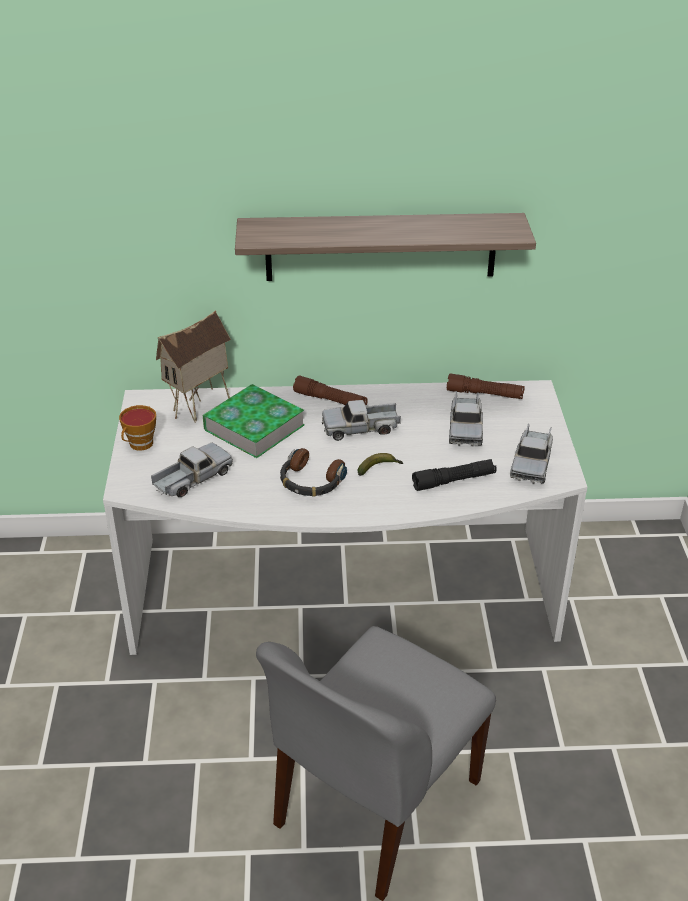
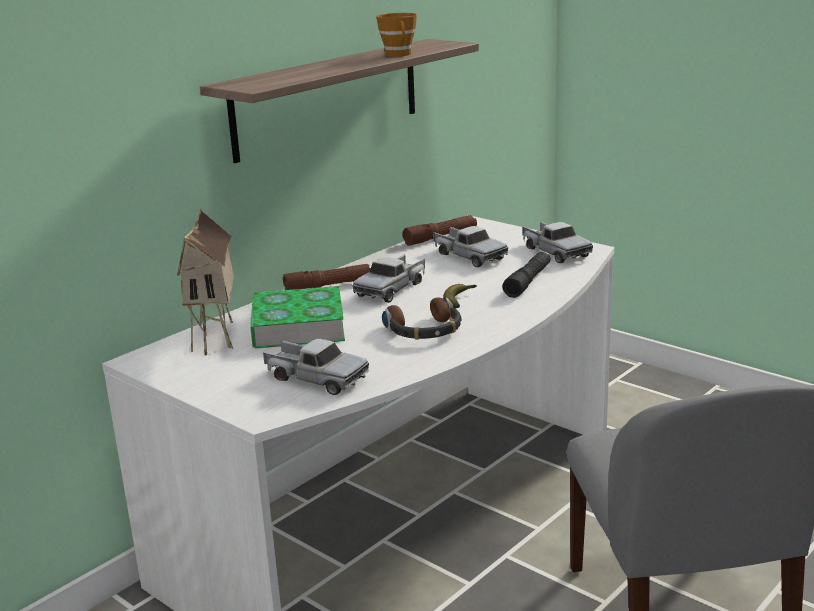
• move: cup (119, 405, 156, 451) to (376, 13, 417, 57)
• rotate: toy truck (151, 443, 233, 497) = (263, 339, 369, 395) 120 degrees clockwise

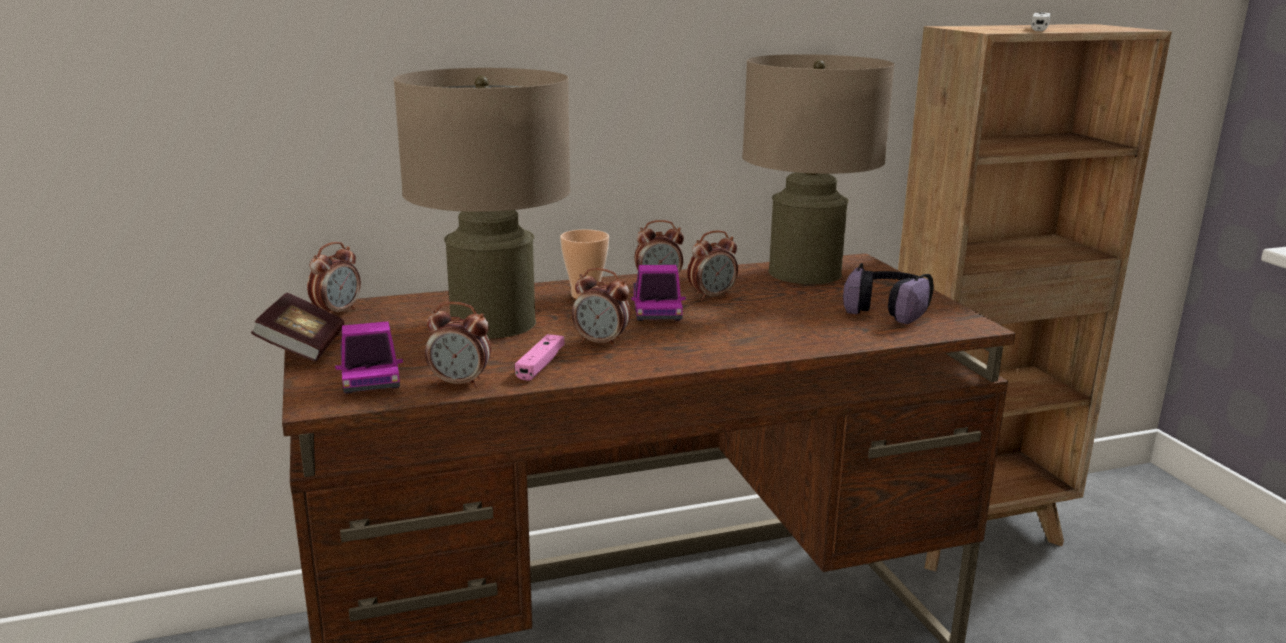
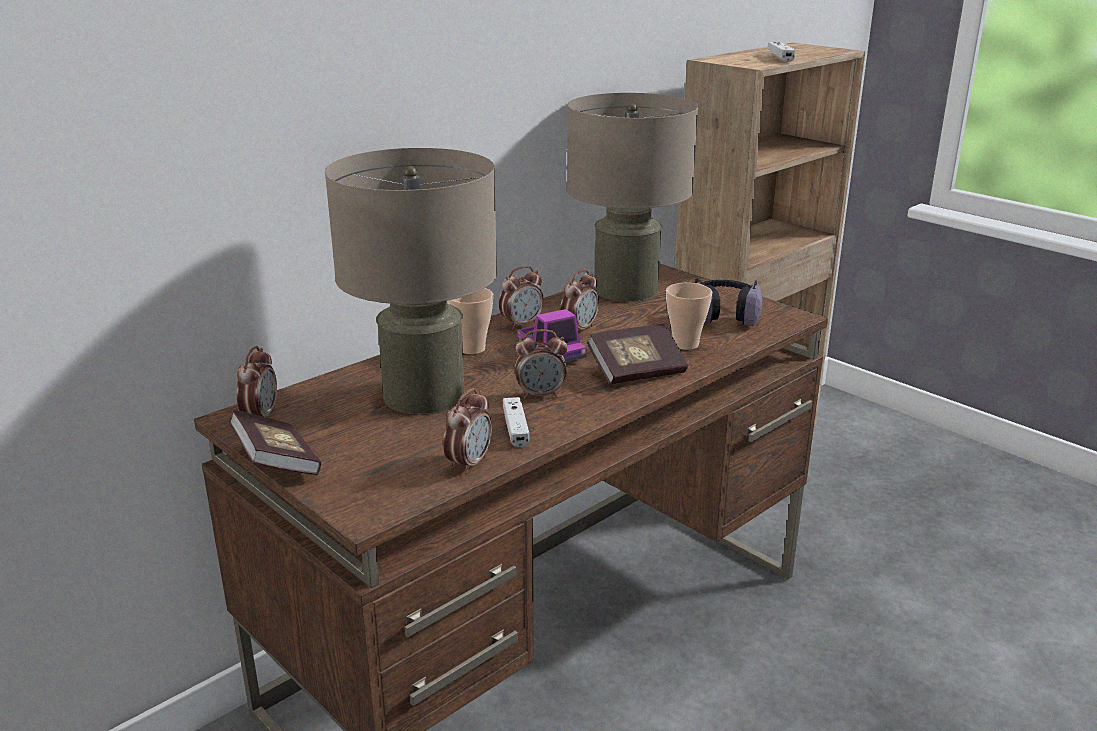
• delete: toy truck (335, 321, 403, 394)
• rotate: alarm clock (425, 302, 491, 388) = (443, 388, 492, 474) 45 degrees counterclockwise
• recolor: pink game controller (515, 334, 565, 381) to white game controller (503, 397, 530, 447)
• insert: book (587, 324, 688, 384)
• insert: cup (666, 283, 712, 350)

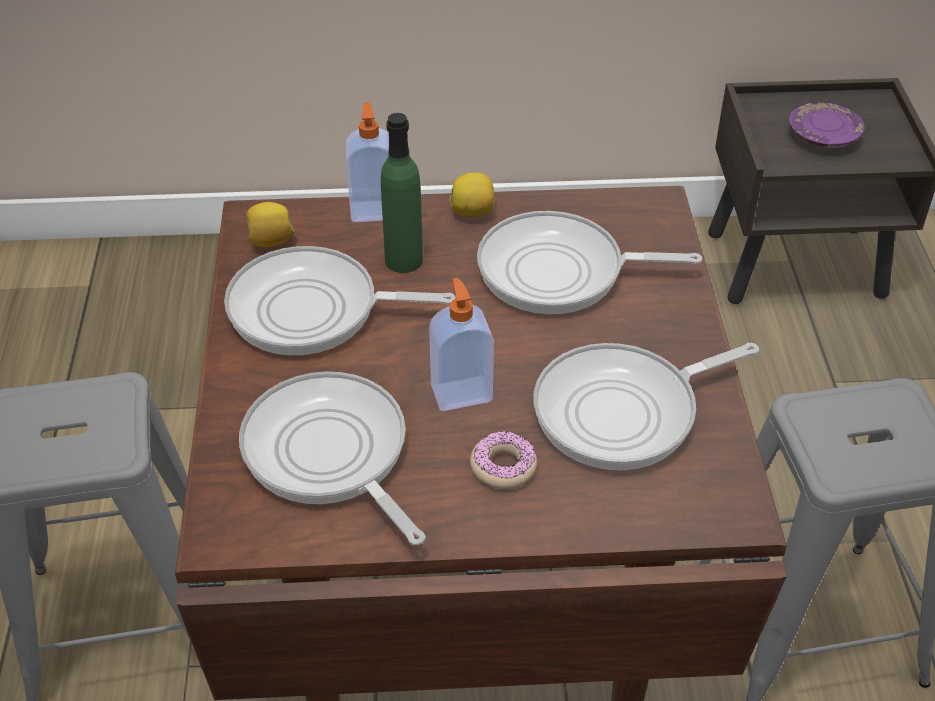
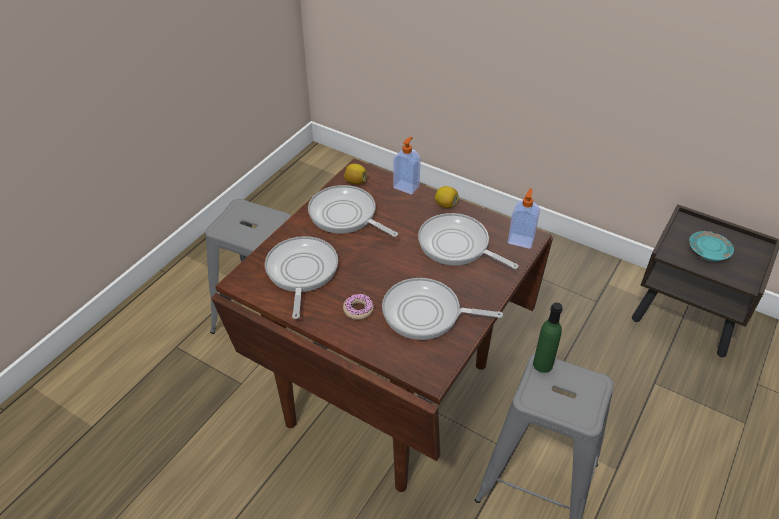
• move: green bottle (381, 113, 423, 273) to (533, 302, 563, 373)
• move: soap dispenser (429, 278, 494, 411) to (508, 188, 540, 249)
• recolor: purple plate (789, 103, 865, 149) to turquoise plate (689, 231, 734, 262)

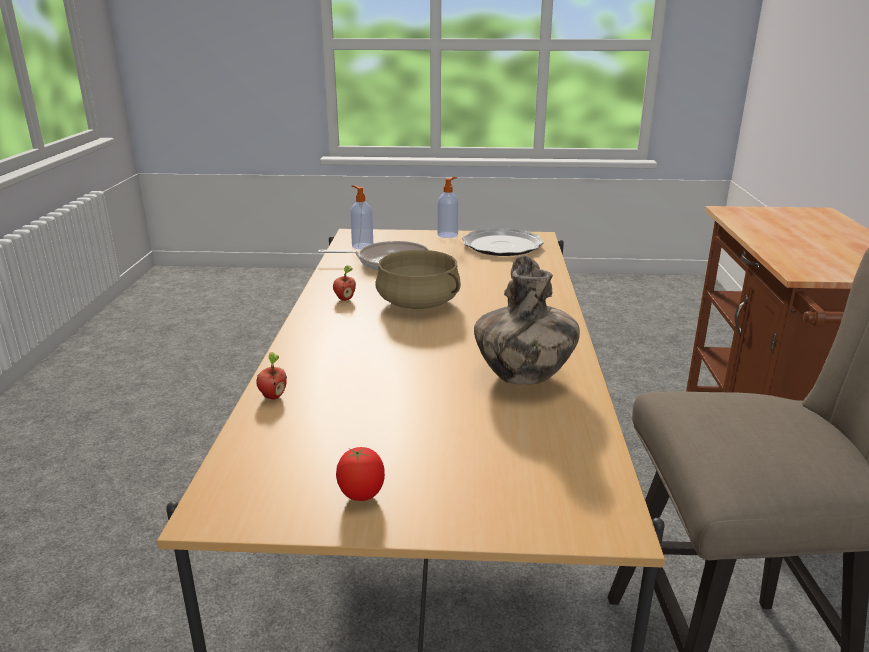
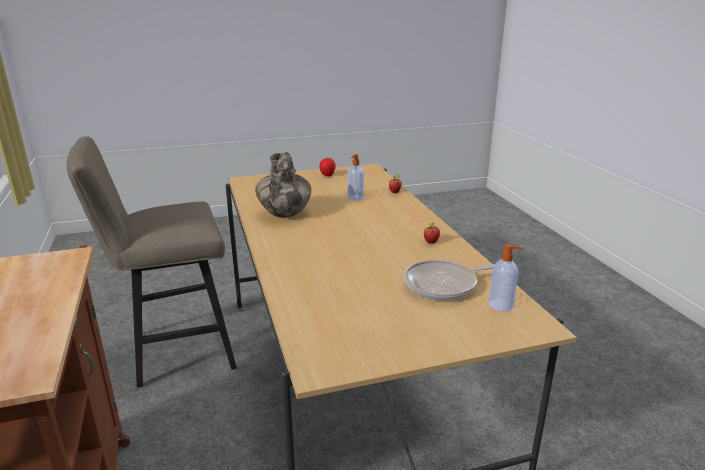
• delete: beige cooking pot (375, 250, 461, 309)
• move: soap dispenser (437, 177, 459, 238) to (348, 154, 364, 201)
• delete: plate (462, 228, 544, 256)

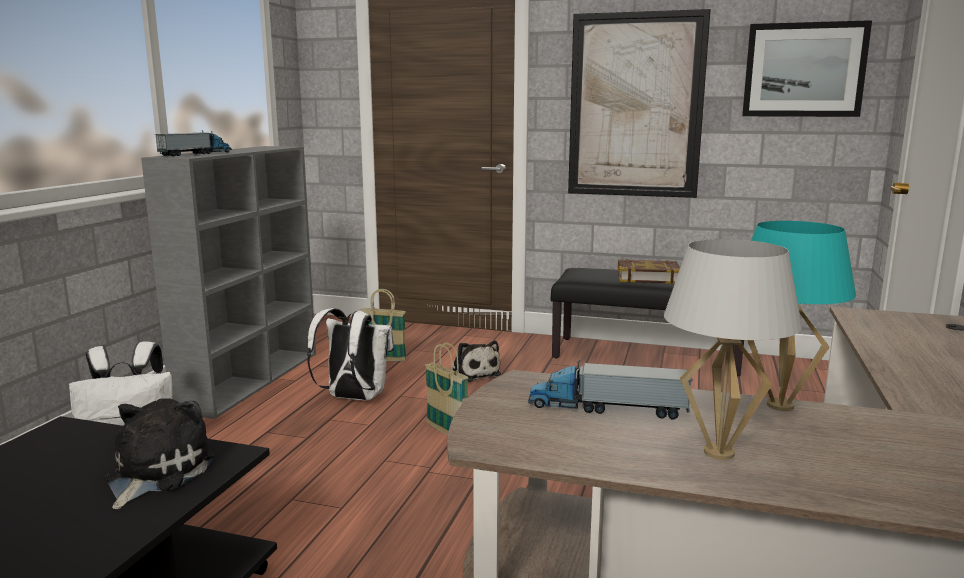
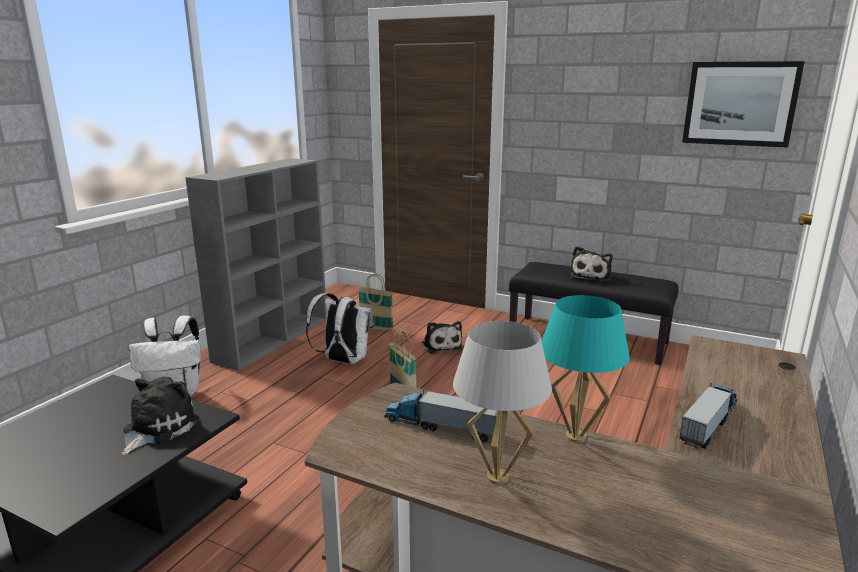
• move: toy truck (155, 131, 232, 156) to (679, 383, 738, 449)
• delete: picture (568, 9, 711, 198)
• replace: book (618, 259, 680, 284) to plush toy (570, 246, 613, 281)

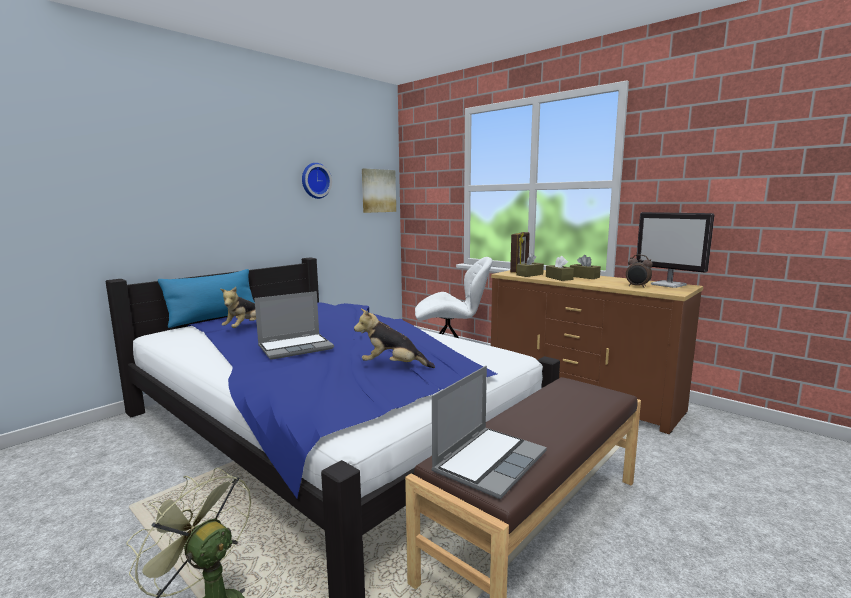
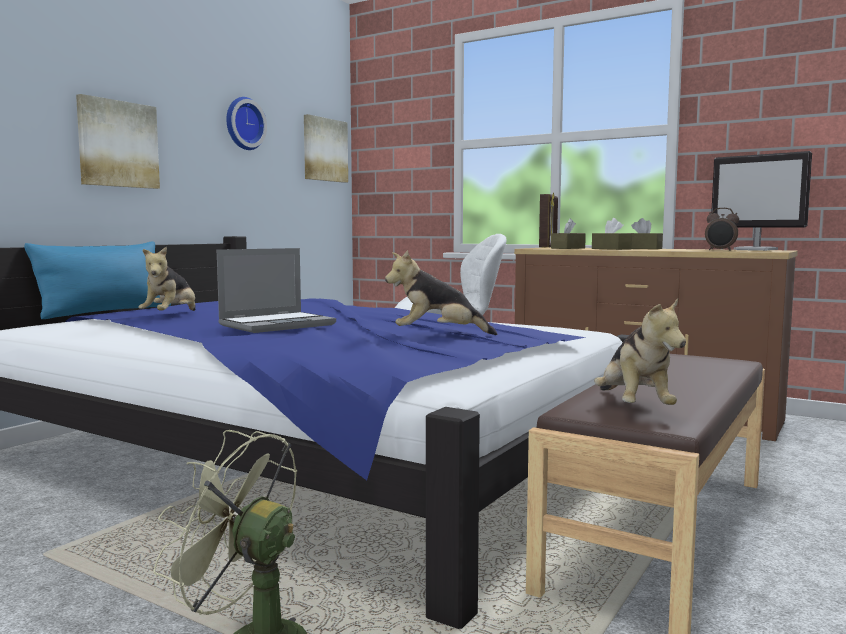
• replace: laptop (431, 366, 547, 499) to plush toy (594, 298, 686, 405)
• insert: picture (76, 94, 160, 189)

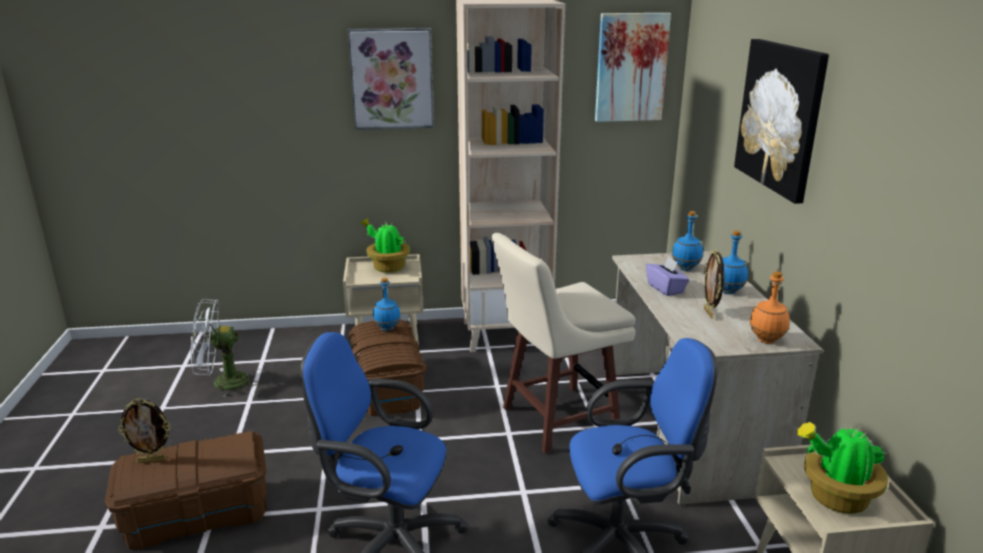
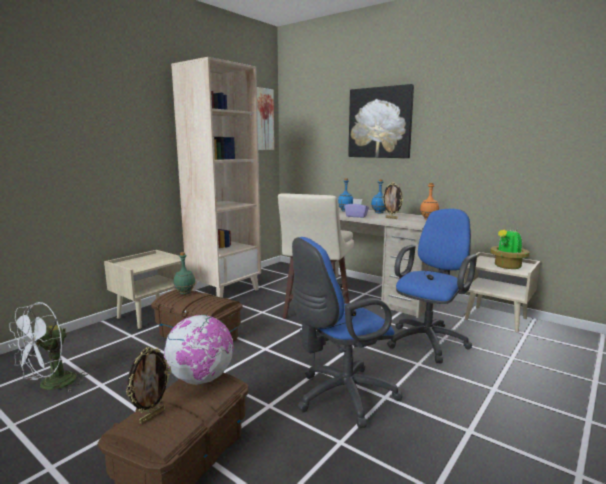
• delete: picture (348, 28, 434, 130)
• delete: potted plant (360, 218, 410, 273)
• recolor: blue bottle (373, 278, 401, 331) to green bottle (174, 252, 195, 294)
• insert: globe (164, 315, 234, 385)

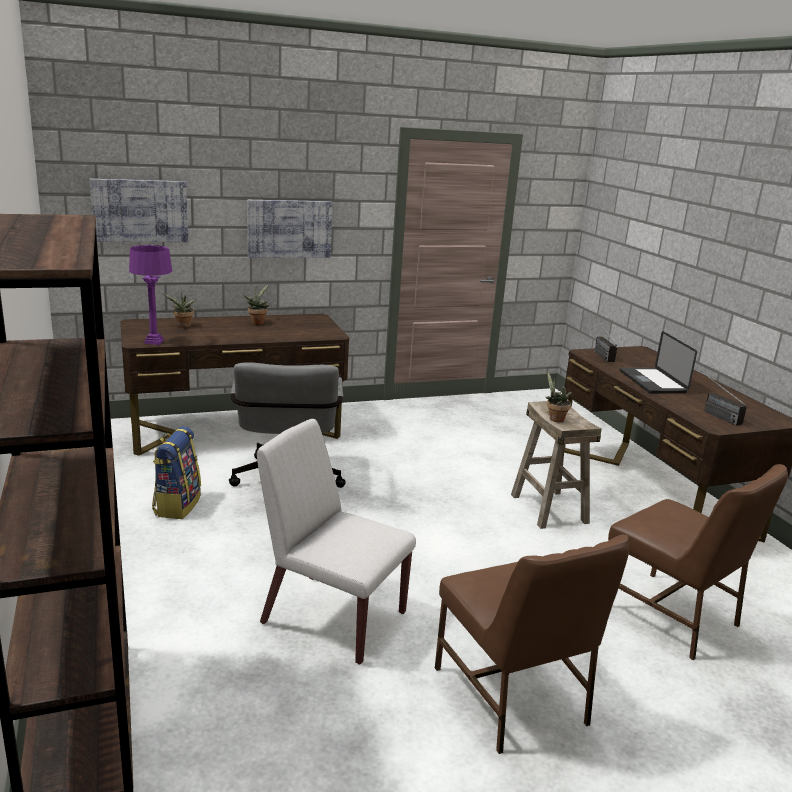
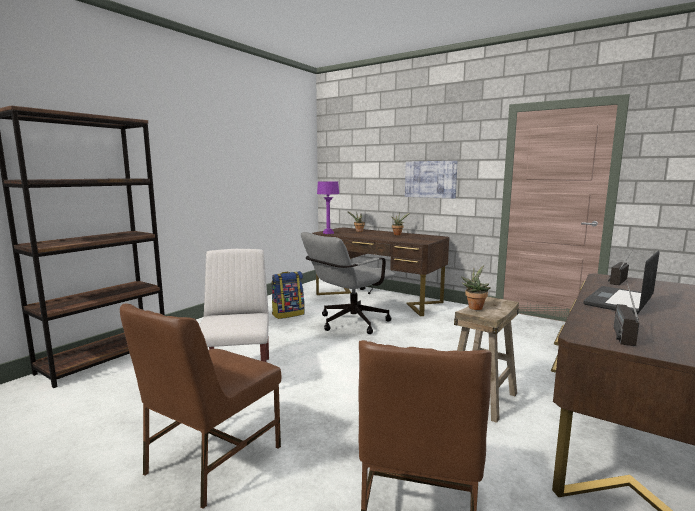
• delete: picture (89, 179, 188, 242)

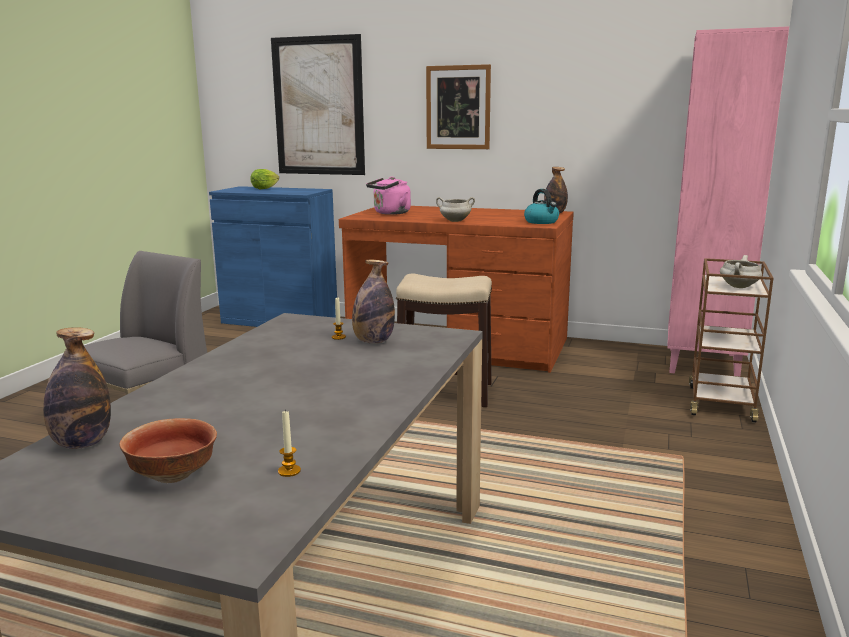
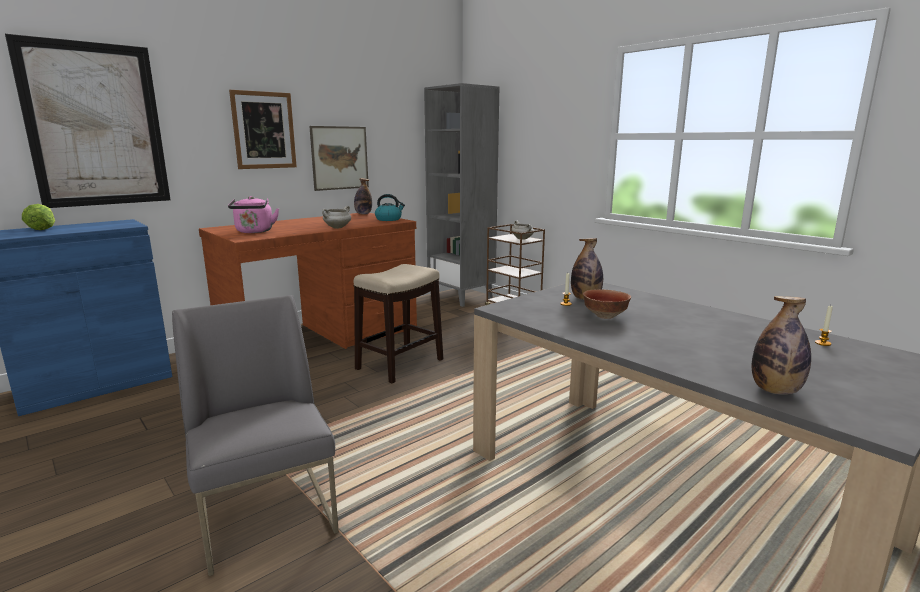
• move: bowl (120, 418, 217, 483) to (583, 289, 631, 319)
• recolor: pink bookcase (667, 26, 789, 376) to grey bookcase (424, 83, 499, 307)
• insert: picture (309, 126, 369, 191)

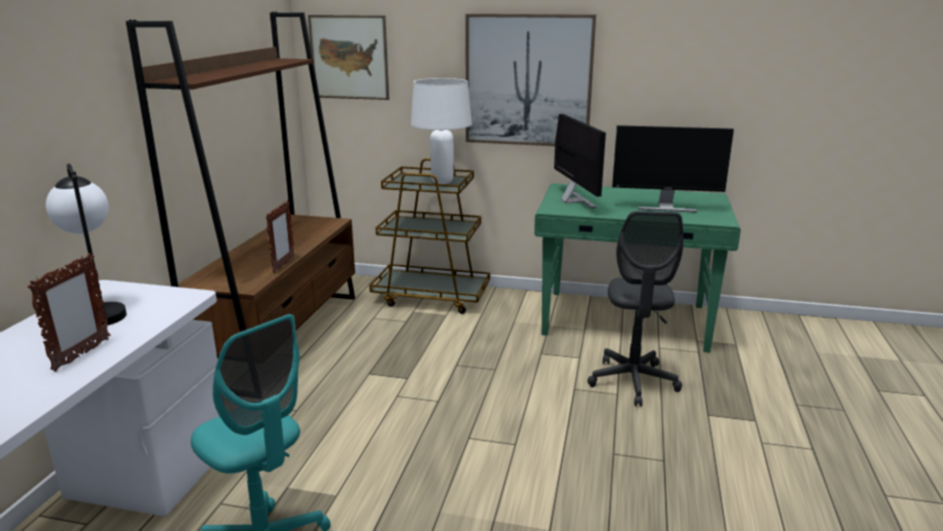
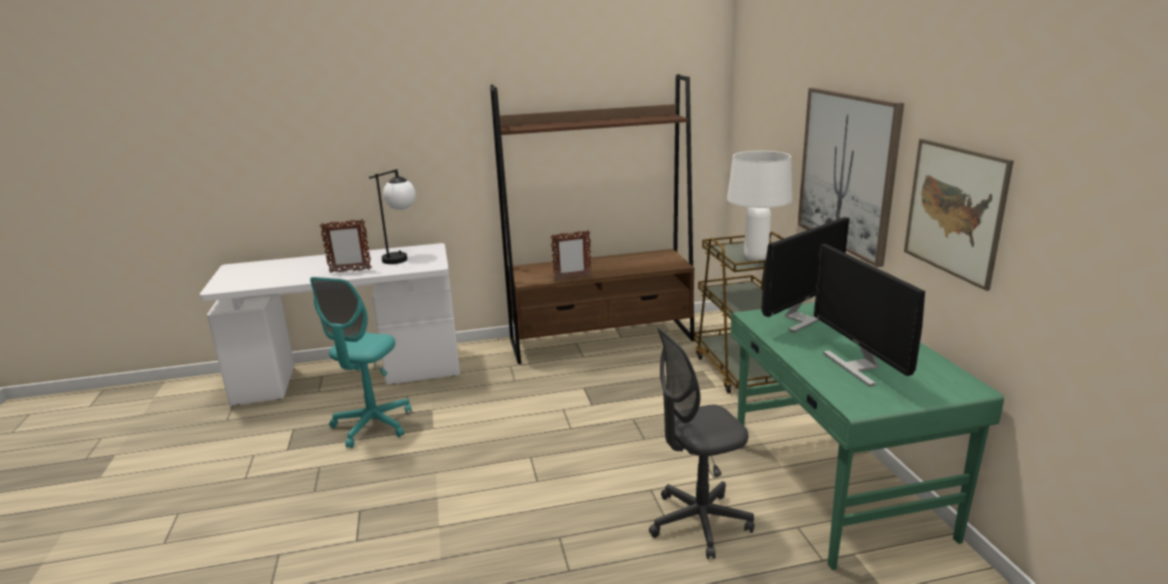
• move: picture (308, 15, 389, 100) to (904, 139, 1014, 291)

